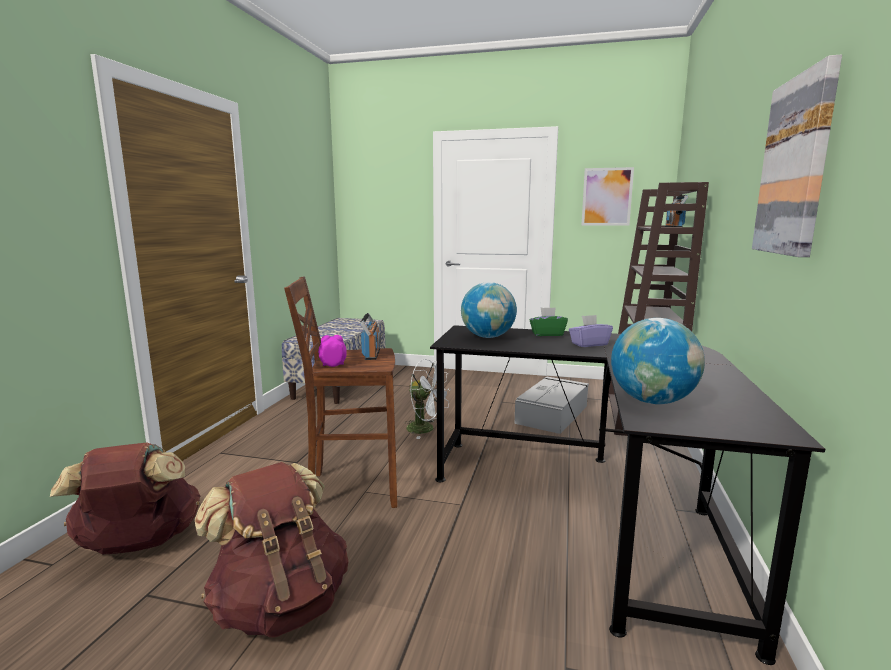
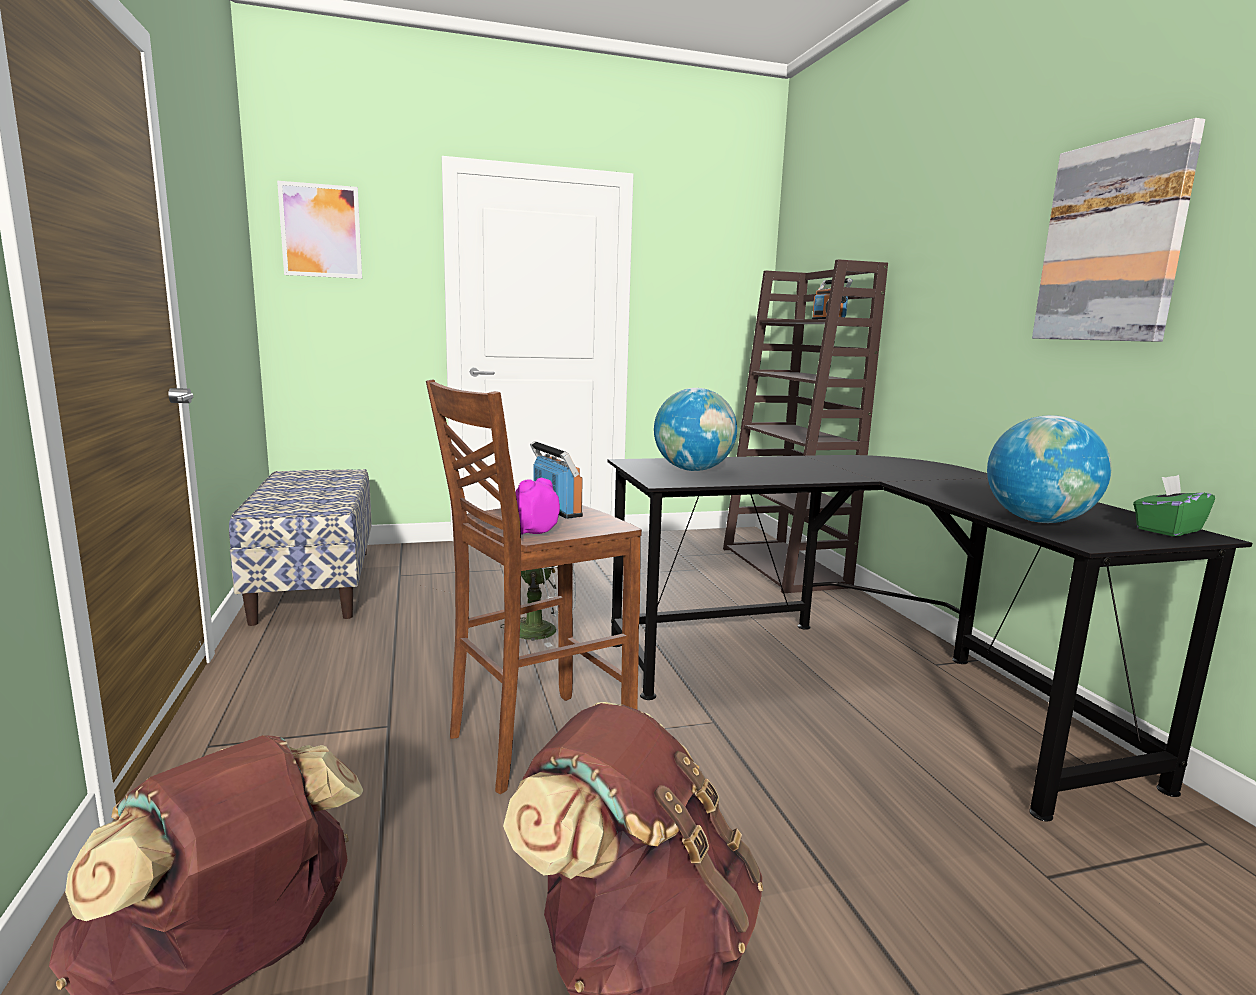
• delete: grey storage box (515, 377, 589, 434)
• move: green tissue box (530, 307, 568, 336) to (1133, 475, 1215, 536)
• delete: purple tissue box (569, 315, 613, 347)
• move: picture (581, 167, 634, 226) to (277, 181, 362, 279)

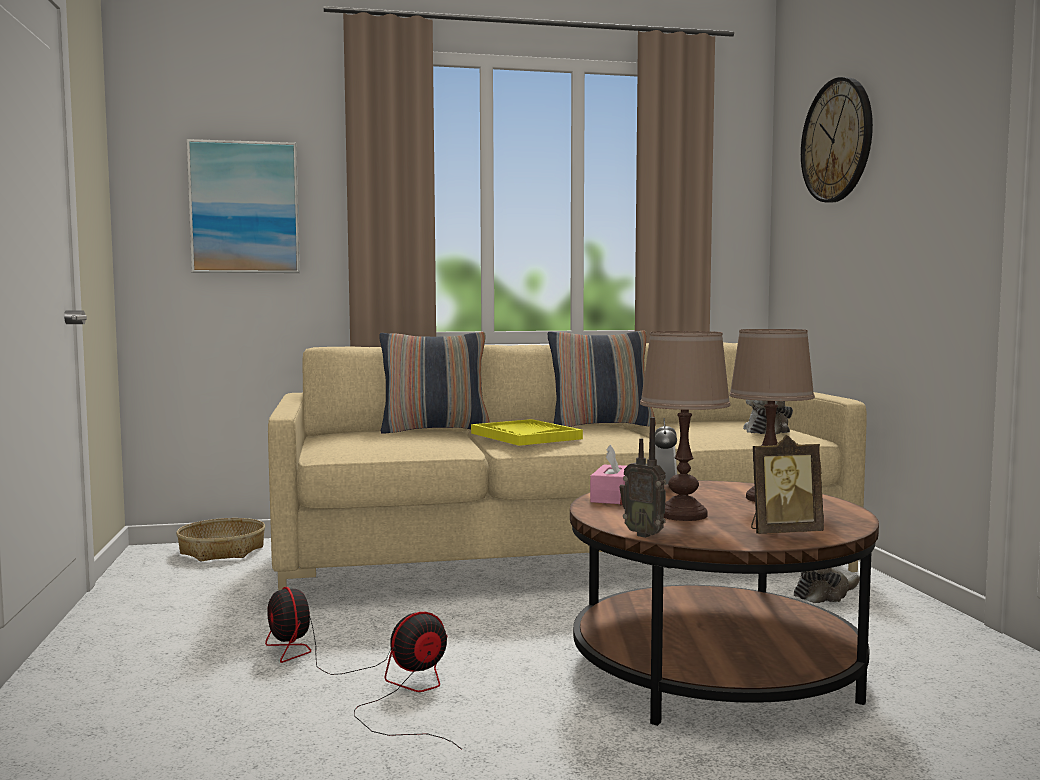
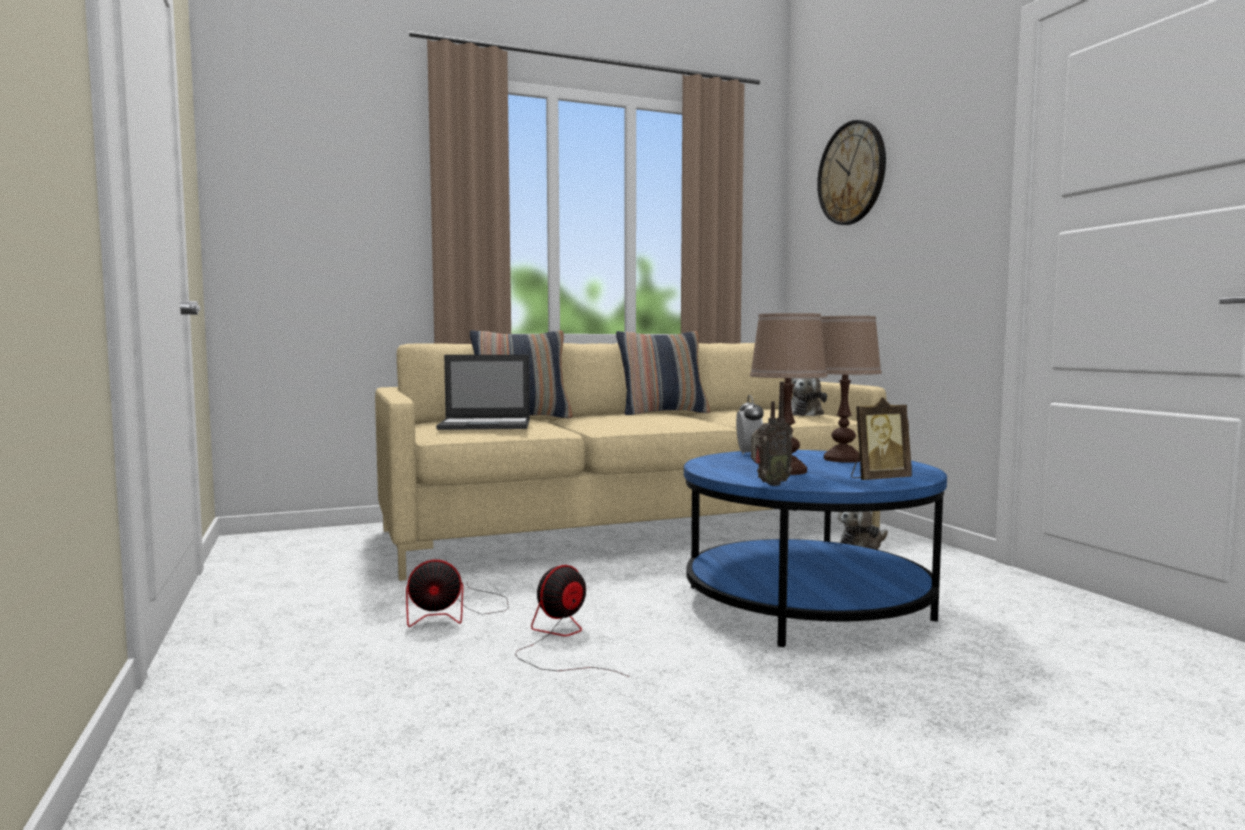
• delete: basket (176, 518, 265, 562)
• delete: picture (187, 139, 300, 273)
• rotate: fan (265, 587, 391, 675) = (406, 560, 509, 627) 60 degrees counterclockwise
• delete: yellow tray (471, 419, 583, 446)
• recolor: brown coffee table (570, 480, 879, 726) to blue coffee table (684, 450, 947, 647)
• delete: pink tissue box (590, 445, 627, 504)
• rotate: radio (620, 417, 666, 538) = (751, 382, 793, 486) 60 degrees counterclockwise
• insert: laptop (436, 355, 530, 430)

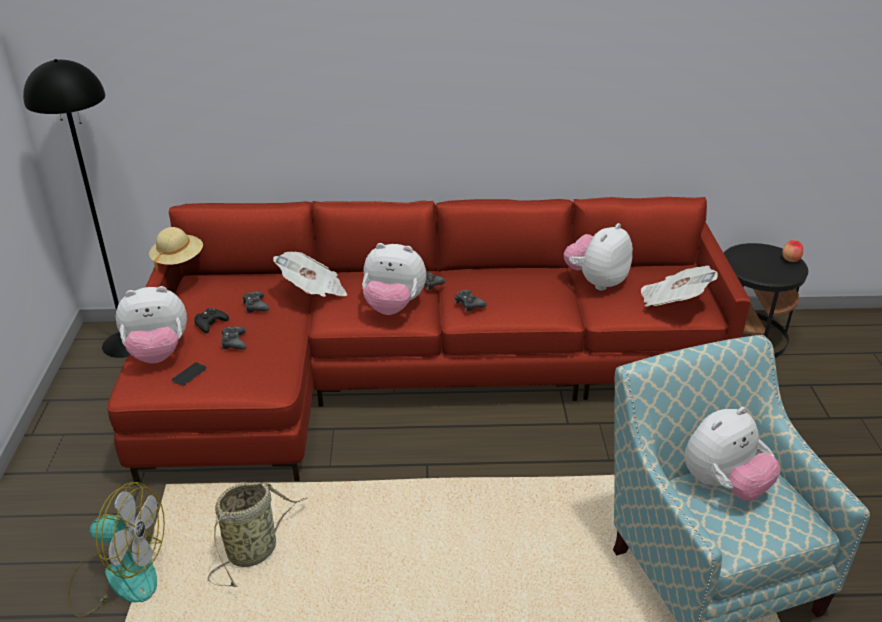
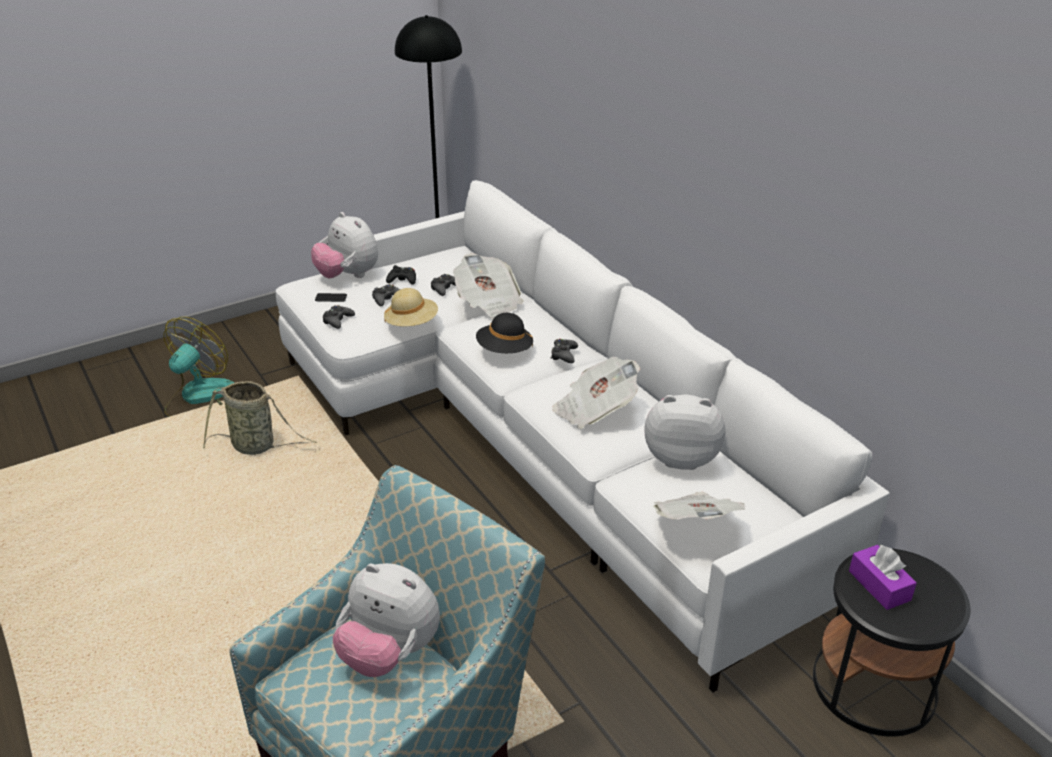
• rotate: fan (67, 482, 165, 617) = (163, 317, 234, 417) 135 degrees counterclockwise
• recolor: red sofa (107, 197, 750, 485) to white sofa (275, 180, 890, 693)
• move: beige hat (149, 227, 203, 272) to (384, 288, 438, 326)
• replace: plush toy (362, 243, 426, 315) to black hat (476, 313, 533, 353)
• move: black game controller (455, 289, 487, 312) to (323, 305, 355, 329)
• delete: apple (782, 240, 803, 262)
• insert: newspaper (552, 356, 641, 429)
• insert: purple tissue box (849, 544, 917, 610)

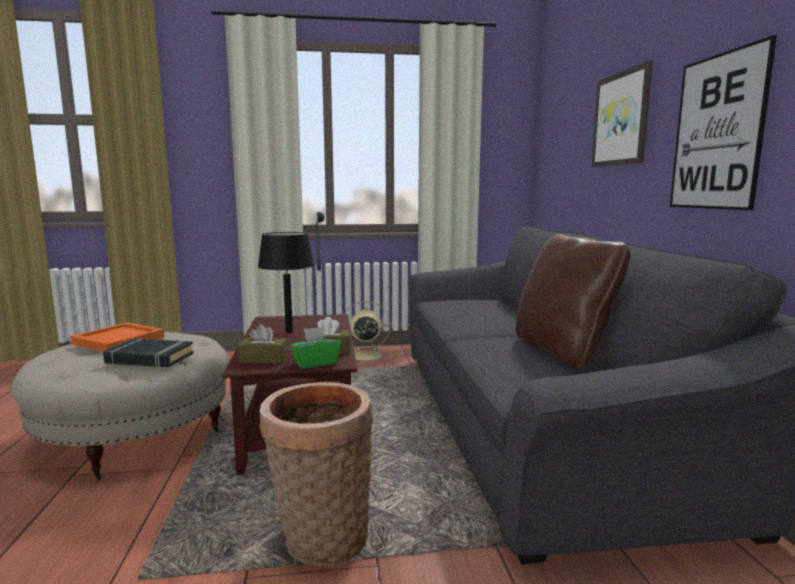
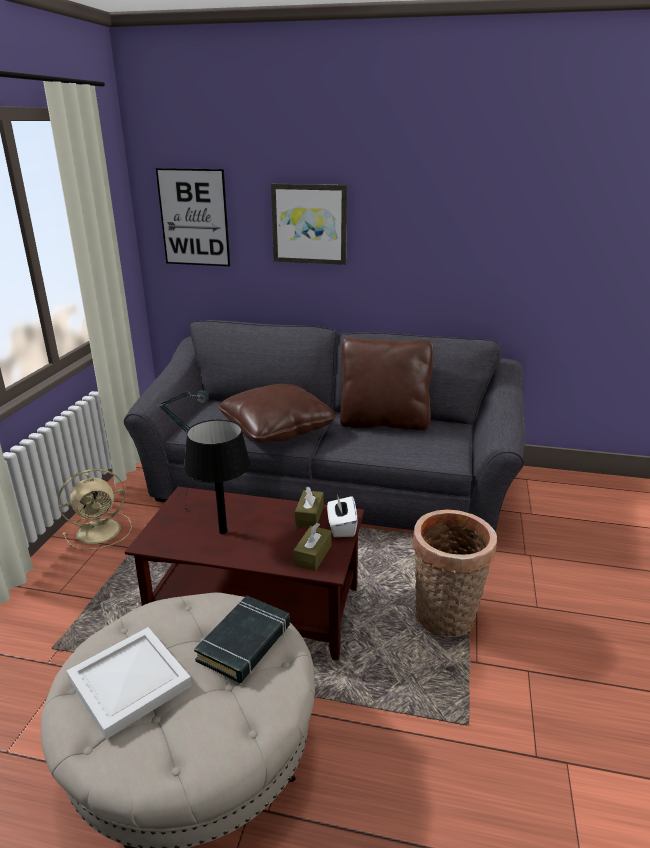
• recolor: orange tray (70, 322, 164, 352) to white tray (67, 627, 192, 739)
• recolor: green tissue box (290, 327, 341, 369) to white tissue box (327, 496, 358, 537)
• rotate: beige fan (345, 301, 392, 364) = (58, 469, 132, 550) 135 degrees counterclockwise
• move: picture (670, 35, 777, 210) to (156, 168, 230, 266)
• insert: brown pillow (218, 384, 336, 443)

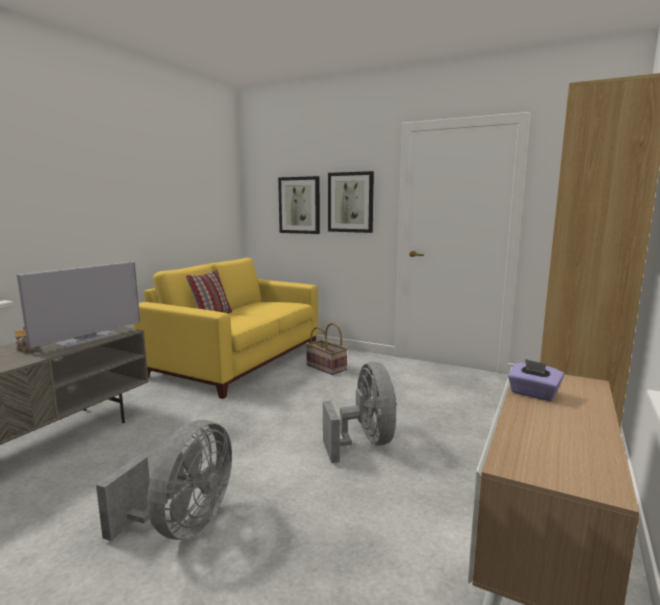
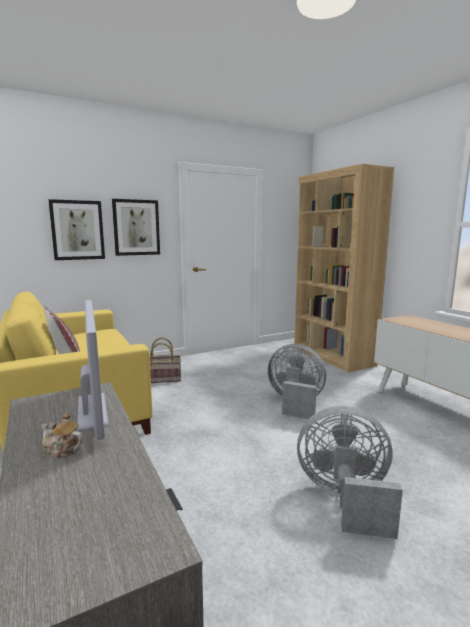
• rotate: grey fan (96, 420, 232, 541) = (297, 406, 403, 539) 45 degrees counterclockwise
• delete: purple tissue box (508, 359, 564, 401)

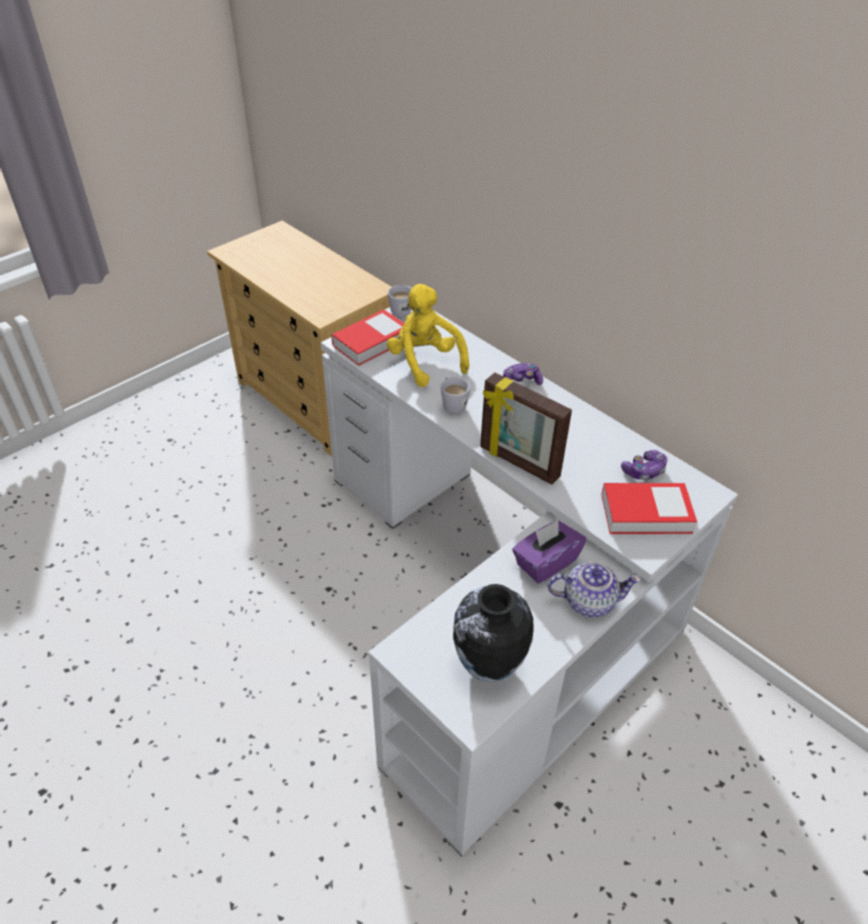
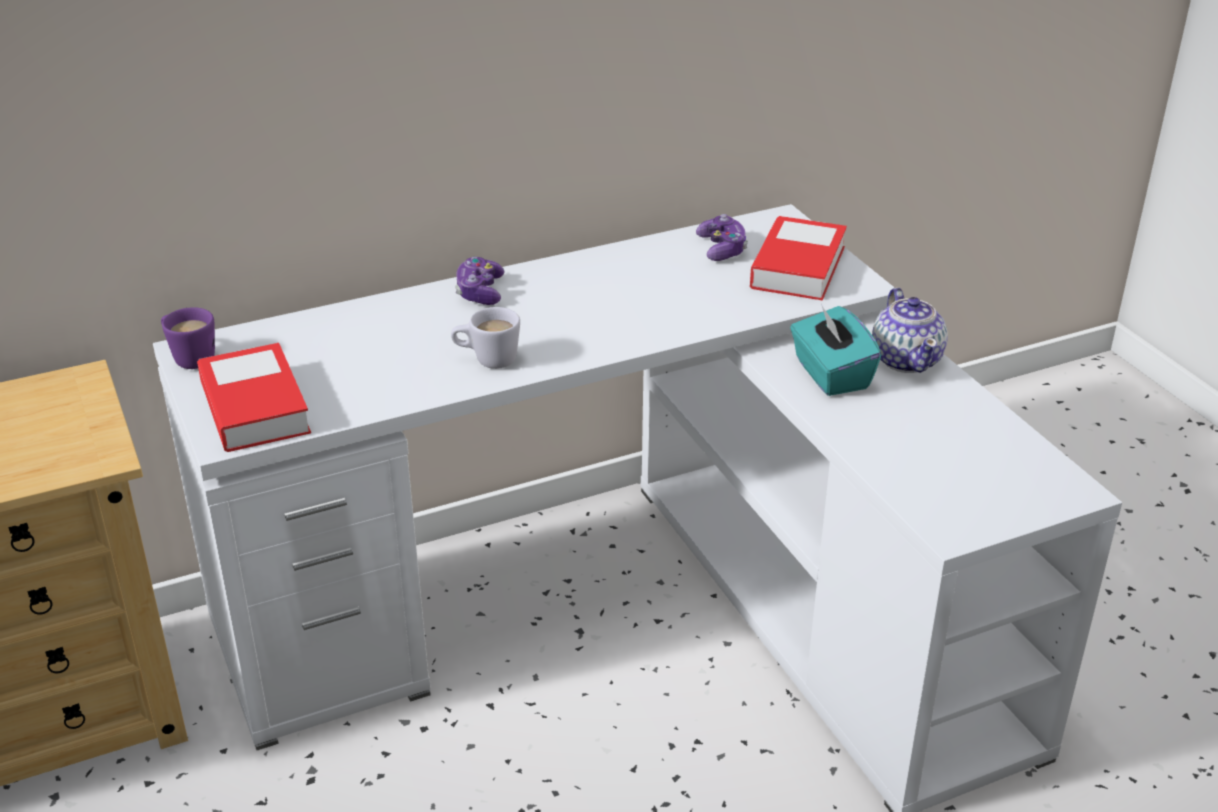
• delete: yellow plush toy (387, 284, 469, 387)
• recolor: white mug (388, 285, 411, 317) to purple mug (161, 307, 215, 369)
• delete: vase (453, 584, 534, 682)
• delete: picture frame (480, 372, 572, 485)
• recolor: purple tissue box (512, 520, 586, 584) to turquoise tissue box (790, 304, 881, 396)
• rotate: teapot (548, 562, 641, 617) = (872, 288, 948, 373) 150 degrees clockwise

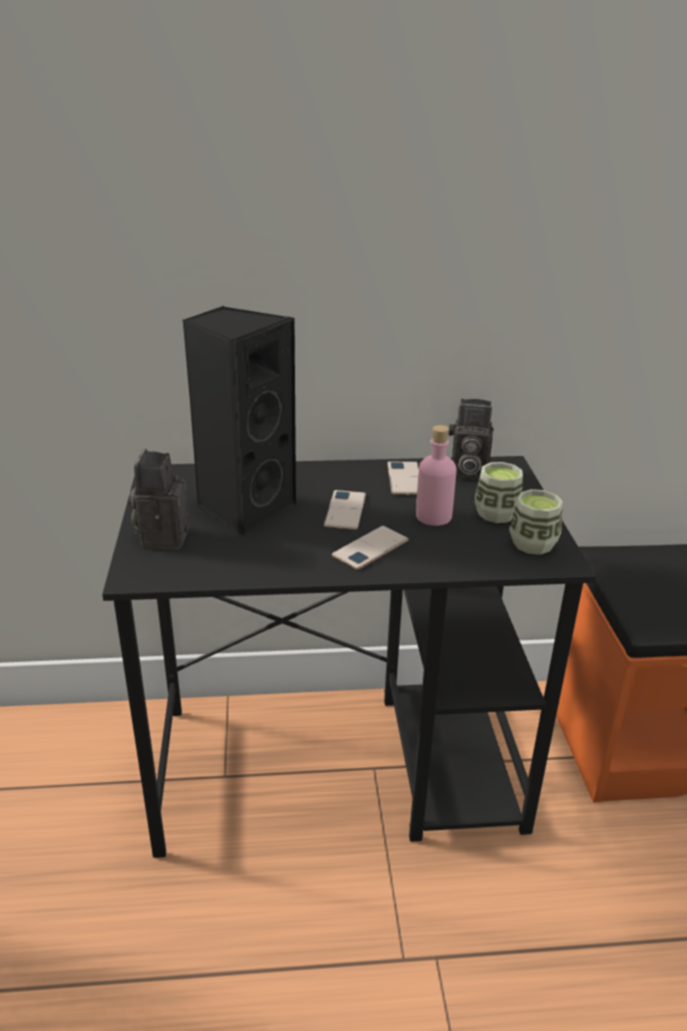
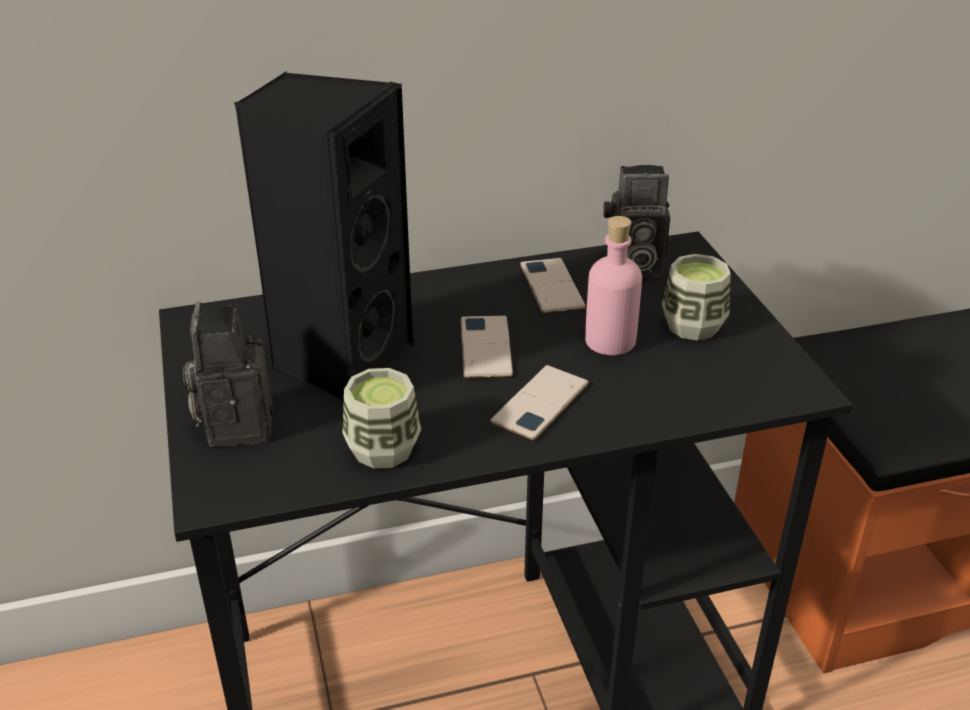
• move: cup (509, 489, 563, 555) to (343, 368, 421, 469)

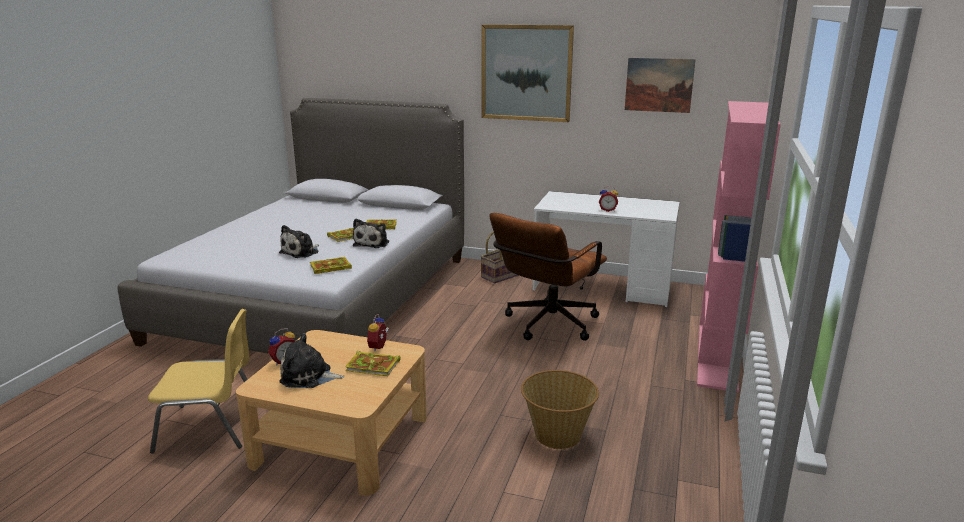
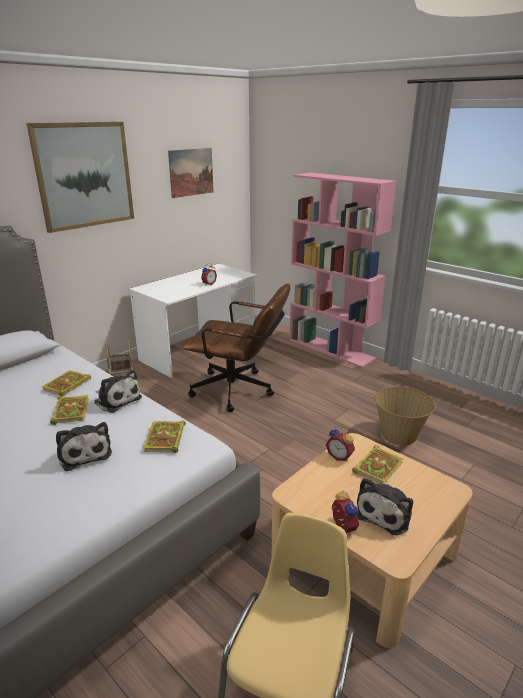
• rotate: brown office chair (489, 213, 607, 341) = (183, 284, 290, 412) 45 degrees counterclockwise

